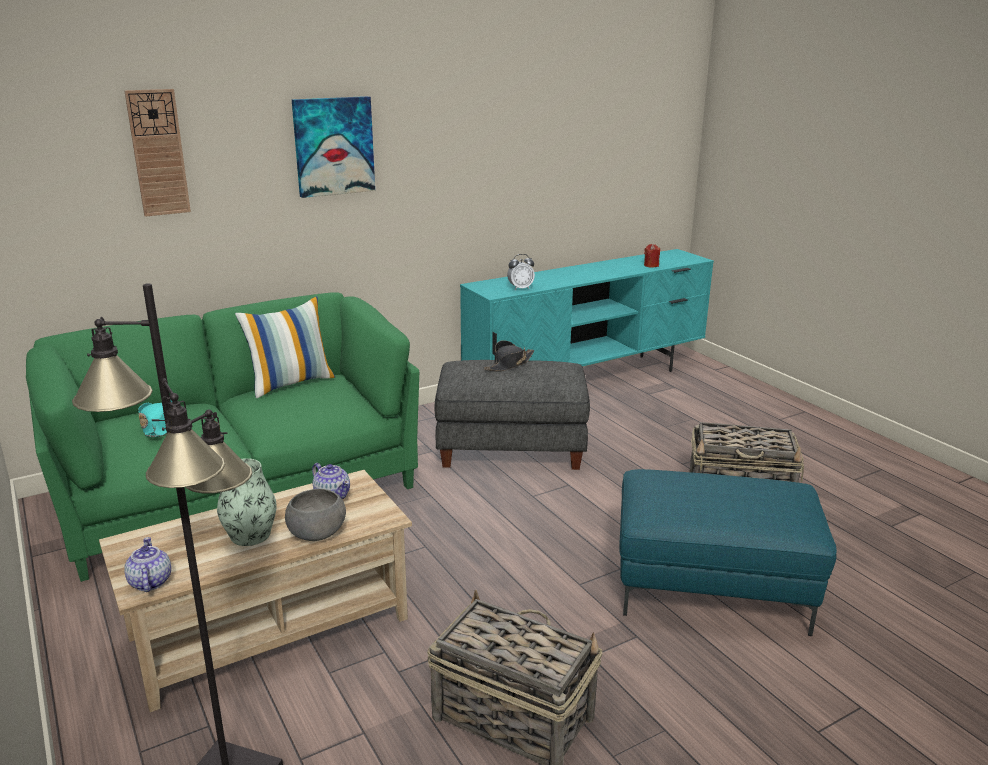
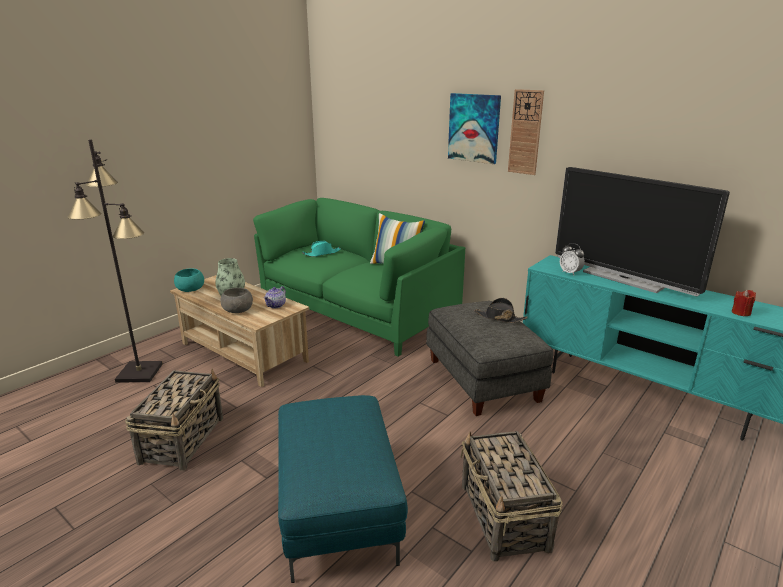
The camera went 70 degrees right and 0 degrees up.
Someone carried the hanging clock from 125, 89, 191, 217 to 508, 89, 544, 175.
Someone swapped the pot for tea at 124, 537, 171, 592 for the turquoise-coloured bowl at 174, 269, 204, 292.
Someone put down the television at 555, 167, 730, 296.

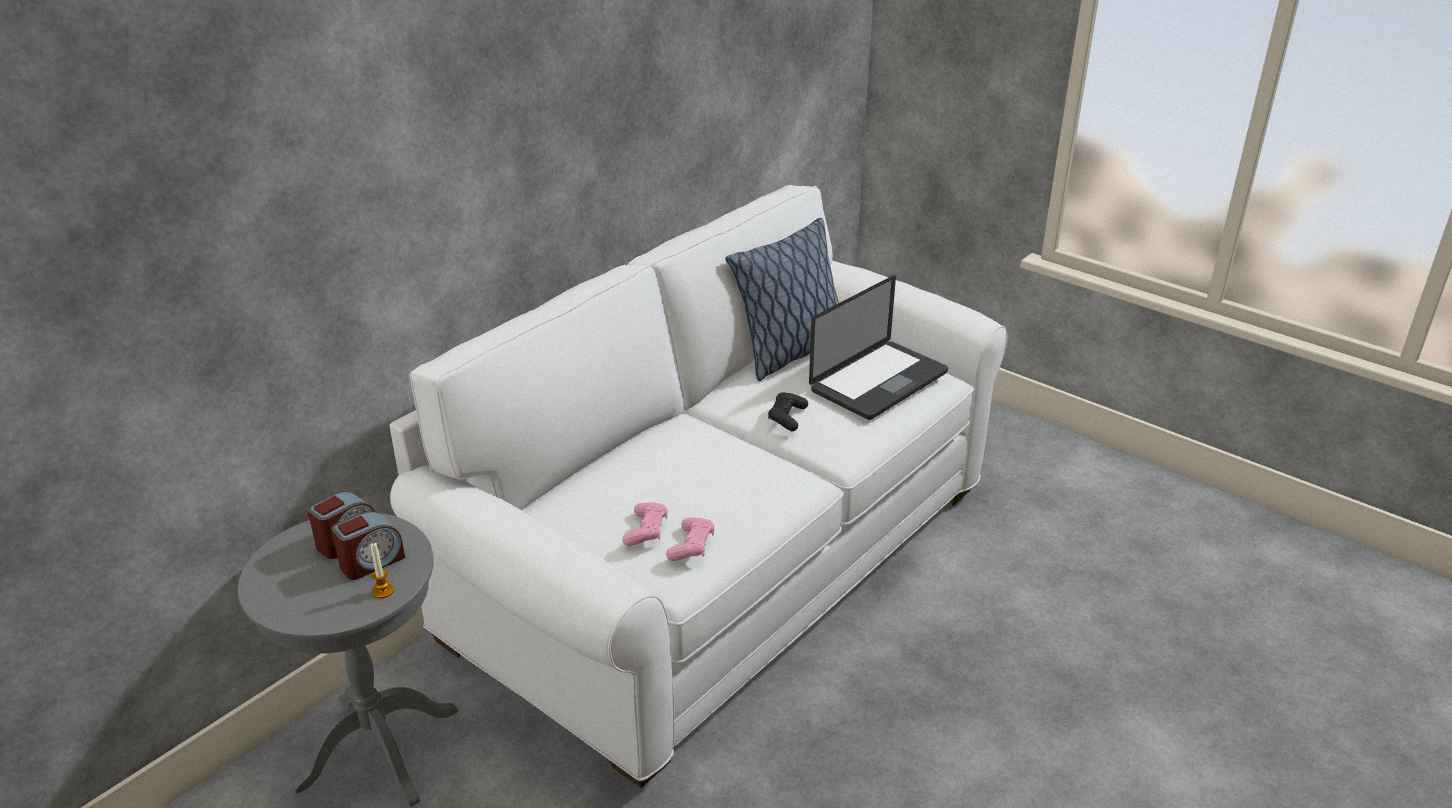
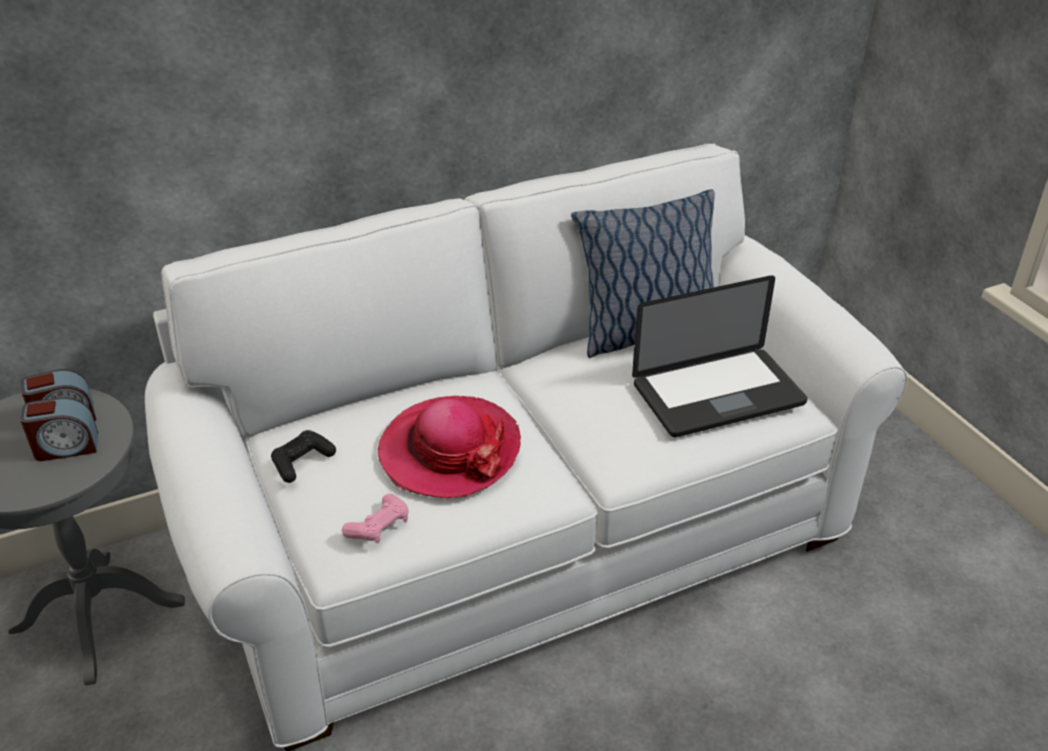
The camera went 25 degrees right and 5 degrees up.
Someone carried the black-coloured joypad from 768, 392, 808, 431 to 271, 430, 336, 483.
Someone took away the pinkish joypad at 622, 502, 668, 546.
Someone took away the wax candle at 371, 543, 394, 598.
Someone put down the wearable hat at 378, 396, 521, 498.

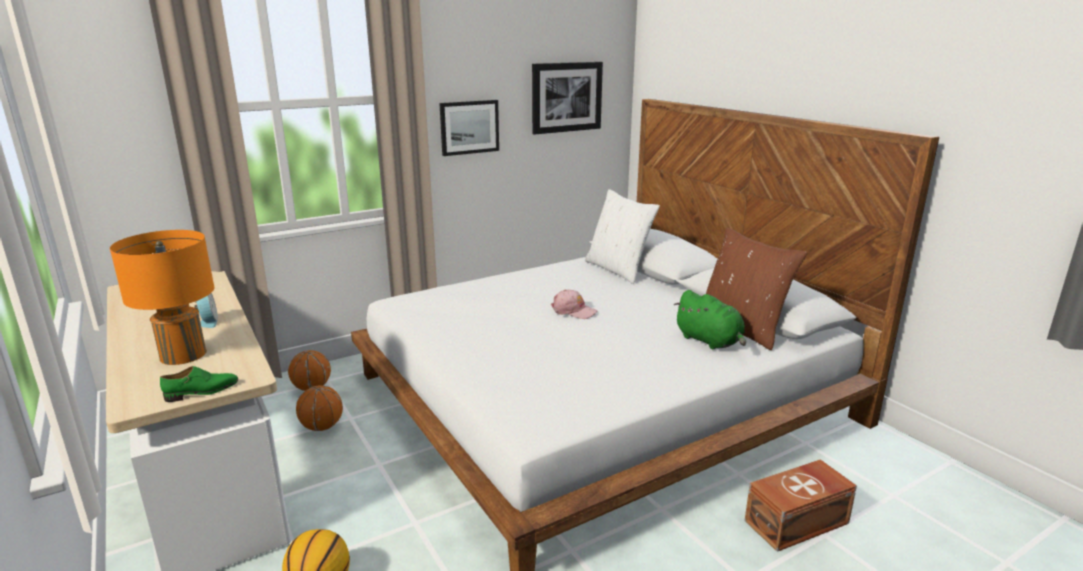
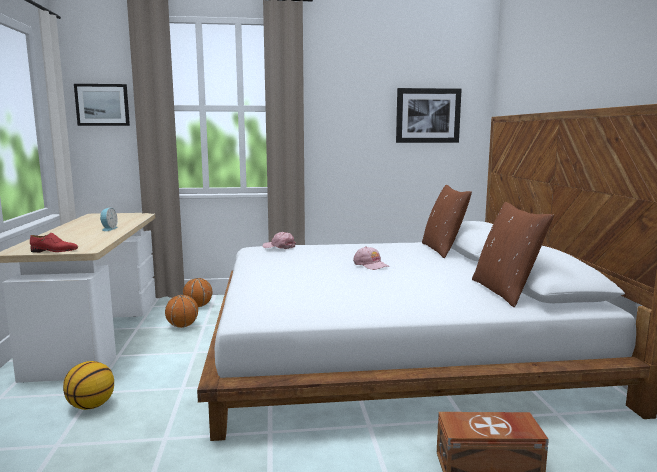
The camera went 25 degrees right and 10 degrees down.
Someone carried the wall picture from 439, 100, 499, 156 to 74, 84, 130, 126.
Someone repainted the whitish throw pillow at 585, 189, 660, 284, which became the brownish throw pillow at 422, 185, 472, 258.
Someone took away the orange-coloured tabletop lamp at 110, 230, 214, 365.
Someone took away the greenish soft toy at 674, 290, 746, 349.
Someone repainted the greenish item of footwear at 160, 366, 238, 402, which became the reddish item of footwear at 30, 233, 78, 253.
Someone put down the pinkish peaked cap at 263, 232, 296, 249.

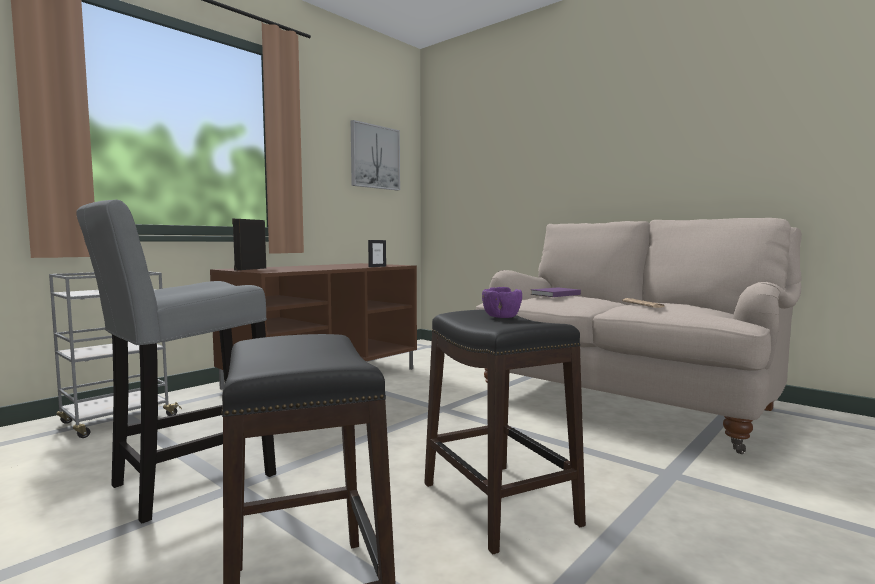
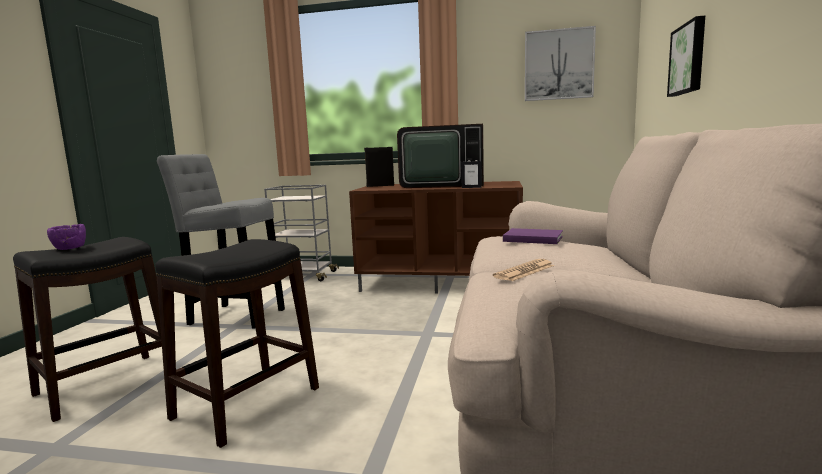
The camera went 60 degrees right and 5 degrees up.
Someone carried the purplish bowl from 482, 287, 522, 318 to 47, 224, 86, 250.
Someone put up the wall picture at 667, 16, 705, 97.
Someone put down the television at 397, 124, 484, 188.

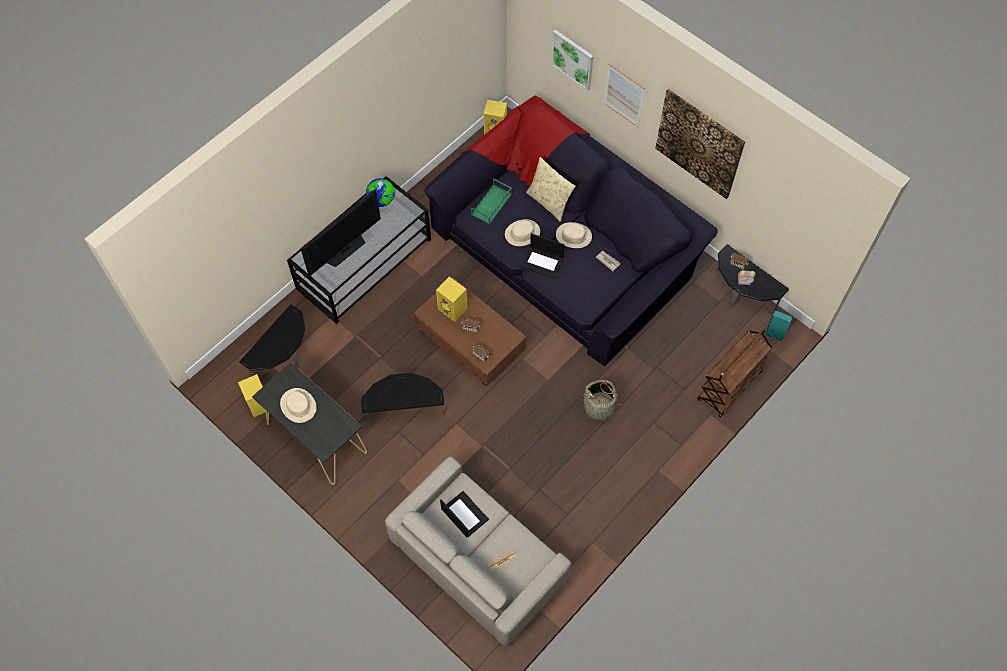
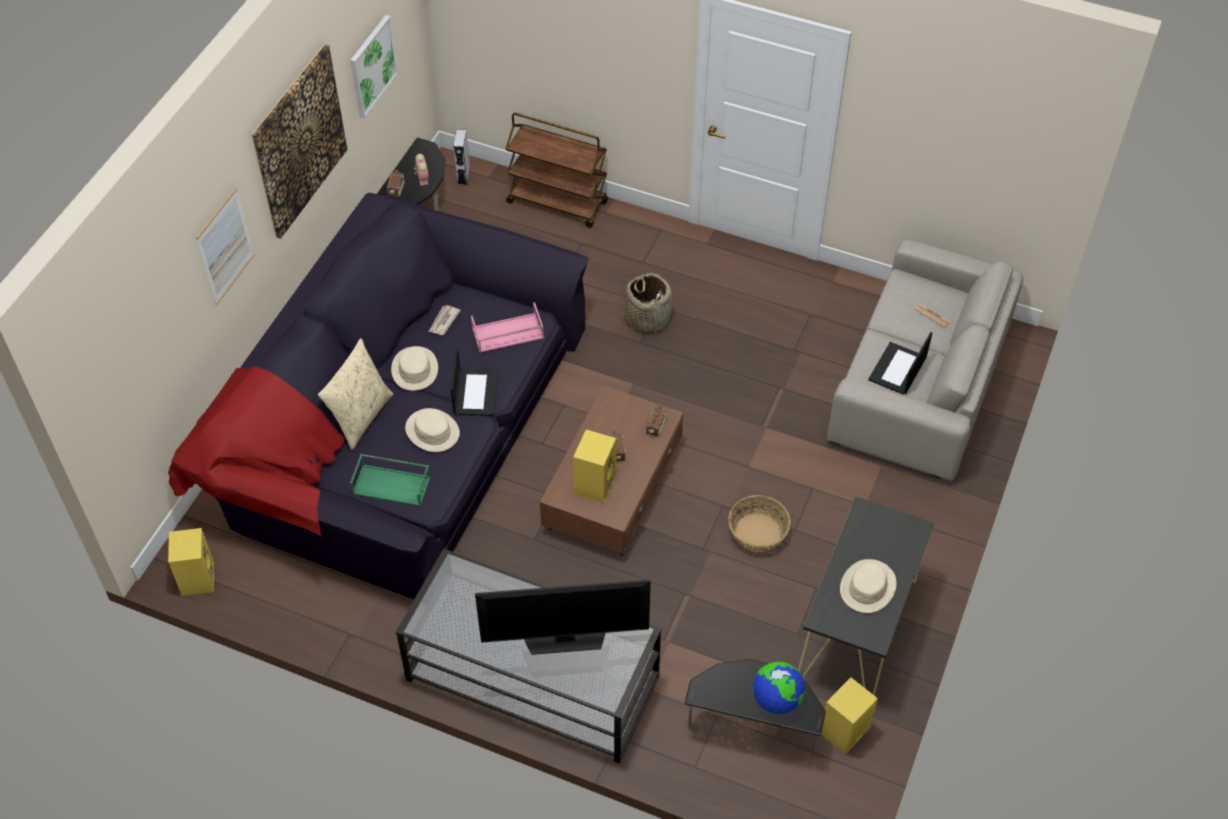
The camera went 110 degrees left and 10 degrees down.
Someone carried the wall picture from 551, 30, 593, 91 to 350, 15, 398, 118.
Someone carried the desk globe from 366, 178, 395, 207 to 753, 662, 805, 714.
Someone rotated the television at 300, 189, 381, 277 by 150 degrees clockwise.
Someone repainted the turquoise-coloured speaker at 765, 310, 793, 341, which became the gray speaker at 453, 129, 470, 185.
Someone swapped the end table at 361, 373, 444, 424 for the storage basket at 728, 495, 791, 552.
Someone put down the pinkish tray at 471, 302, 544, 353.

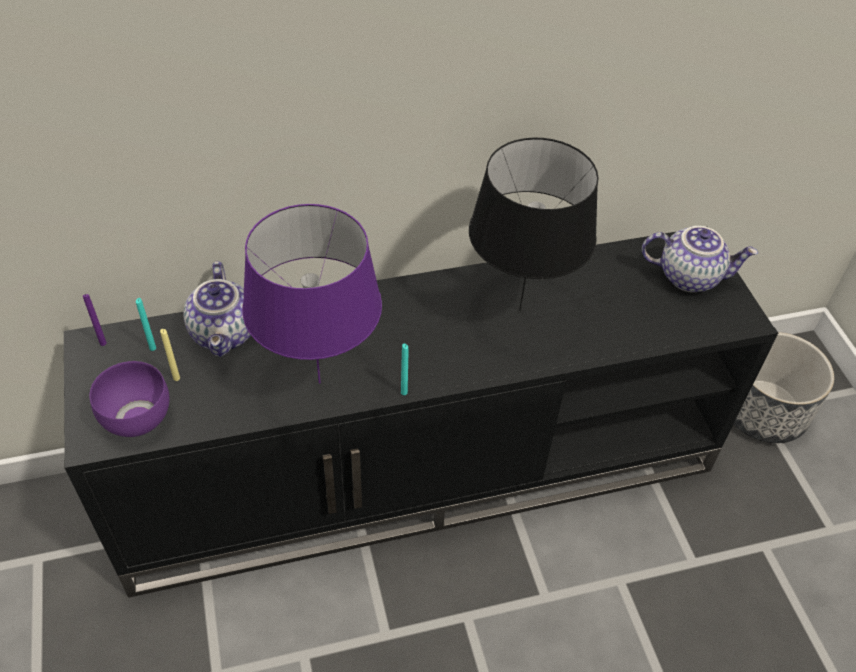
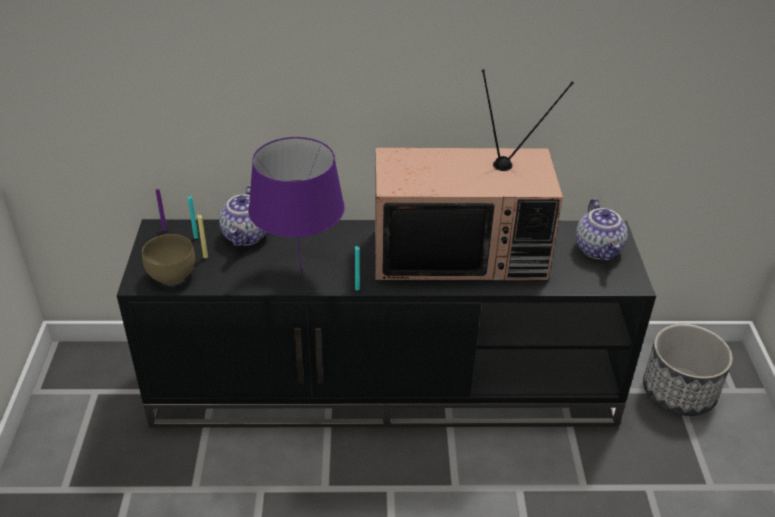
The camera went 15 degrees right and 10 degrees down.
Someone swapped the black-coloured tabletop lamp at 469, 138, 598, 311 for the television at 375, 69, 574, 281.
Someone rotated the pot for tea at 642, 226, 758, 292 by 60 degrees clockwise.
Someone repainted the purplish bowl at 89, 361, 170, 437, which became the brownish bowl at 142, 234, 195, 284.

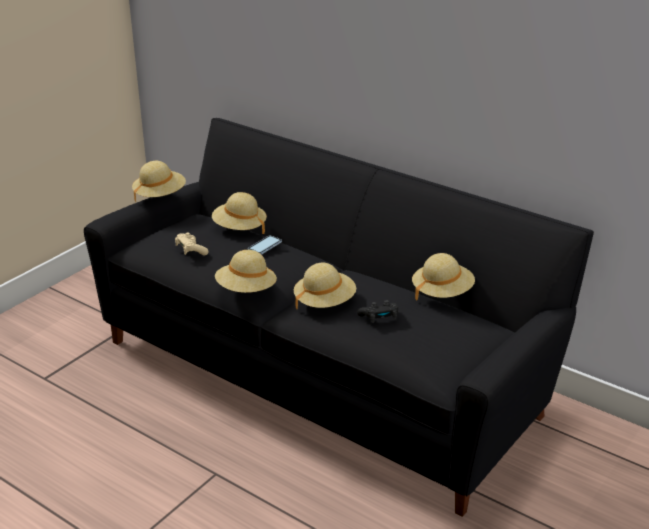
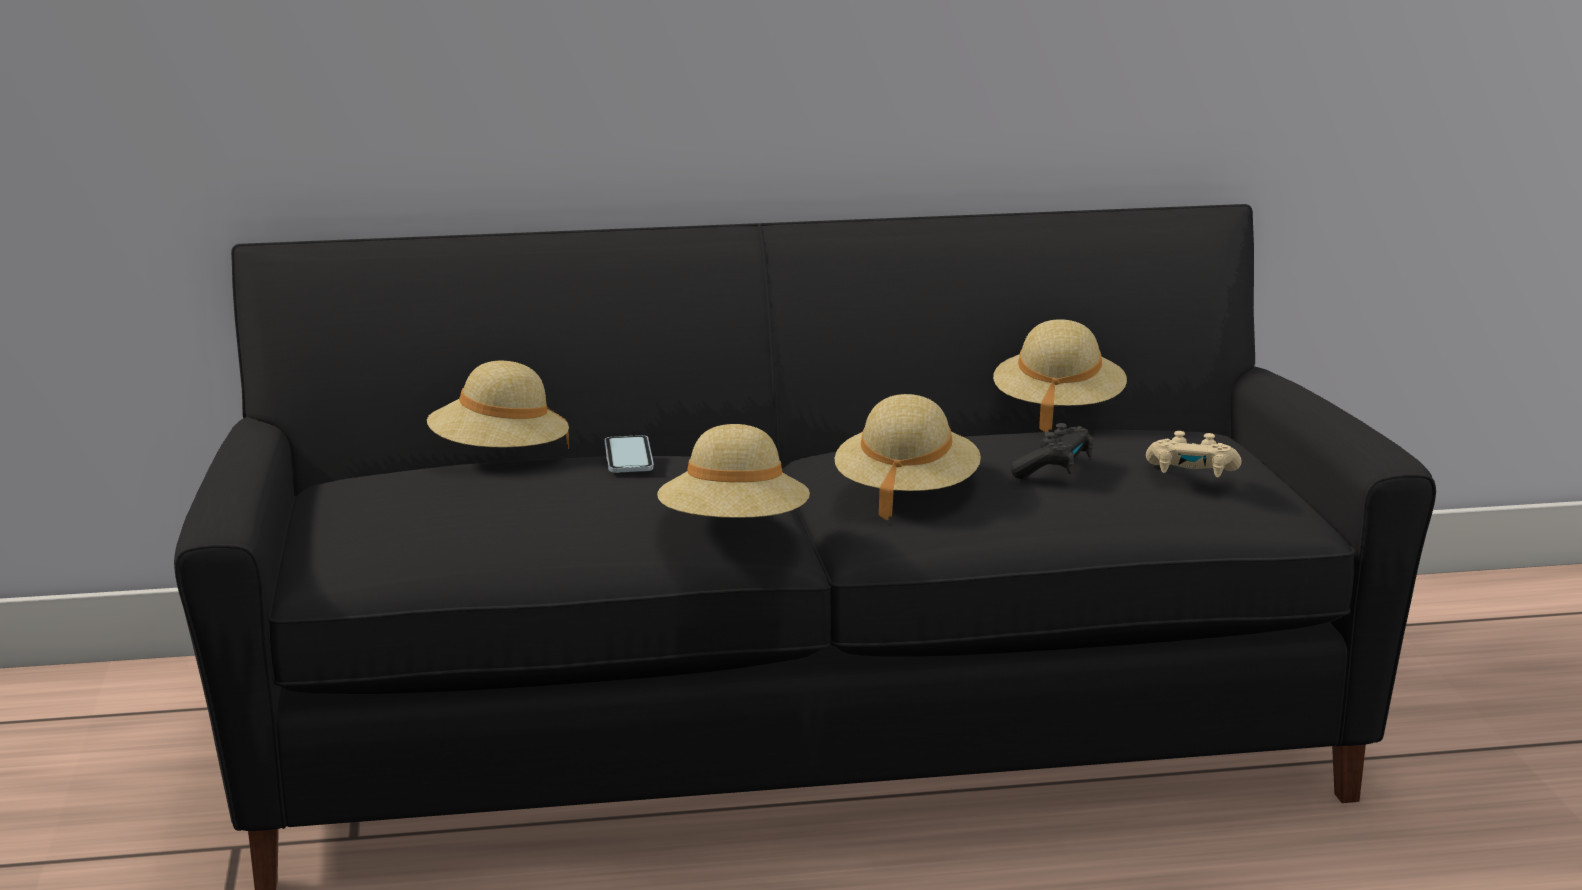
The camera went 45 degrees left and 10 degrees down.
Someone took away the beige-coloured wearable hat at 132, 161, 186, 202.
Someone carried the beige-coloured joypad from 175, 232, 209, 256 to 1146, 431, 1242, 477.

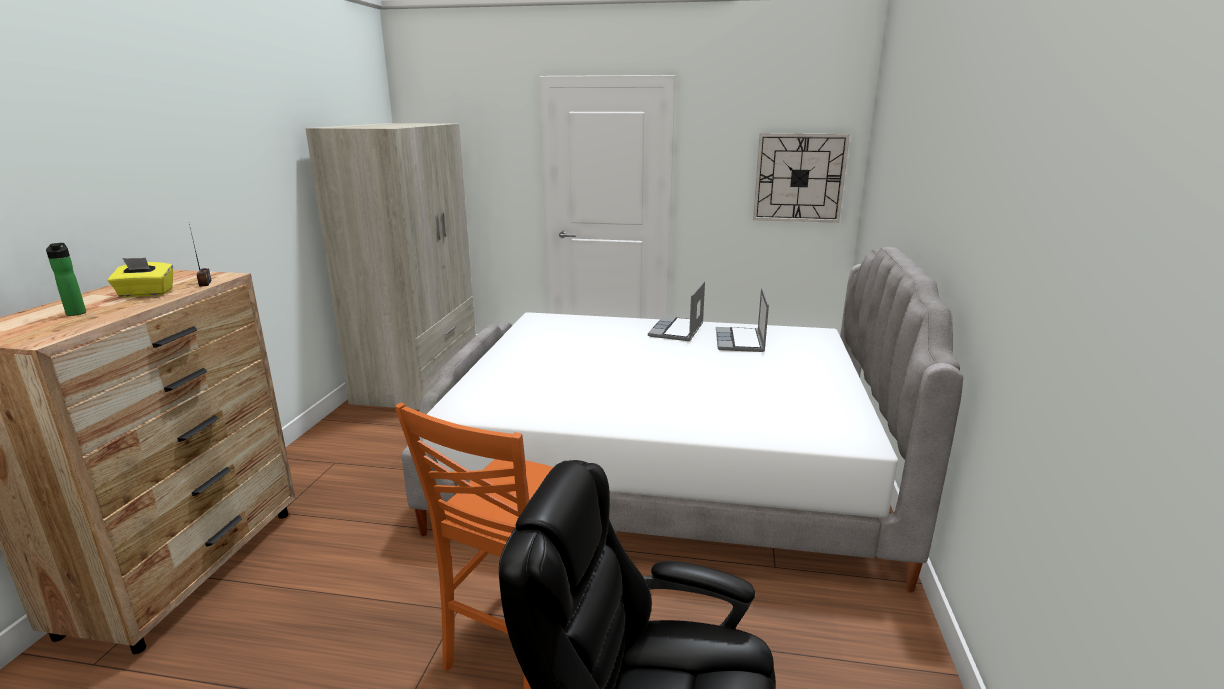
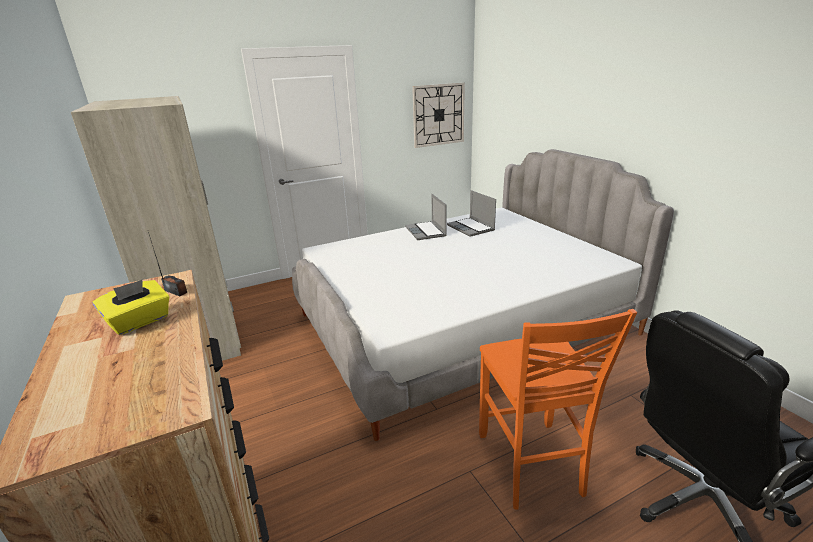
The camera went 35 degrees left and 5 degrees up.
Someone took away the beverage bottle at 46, 243, 86, 316.

